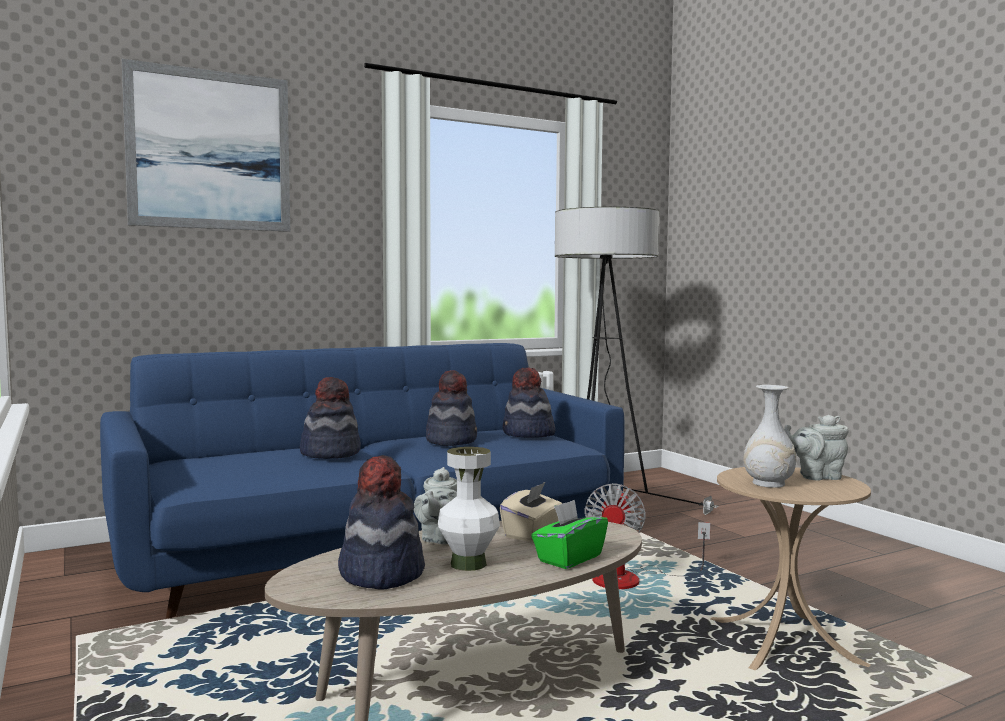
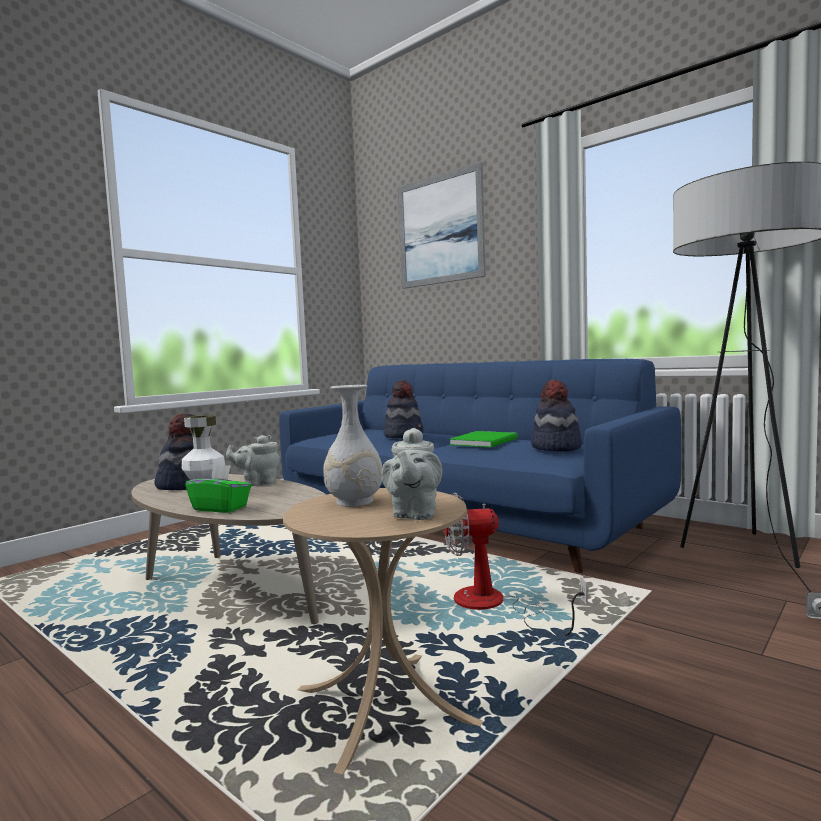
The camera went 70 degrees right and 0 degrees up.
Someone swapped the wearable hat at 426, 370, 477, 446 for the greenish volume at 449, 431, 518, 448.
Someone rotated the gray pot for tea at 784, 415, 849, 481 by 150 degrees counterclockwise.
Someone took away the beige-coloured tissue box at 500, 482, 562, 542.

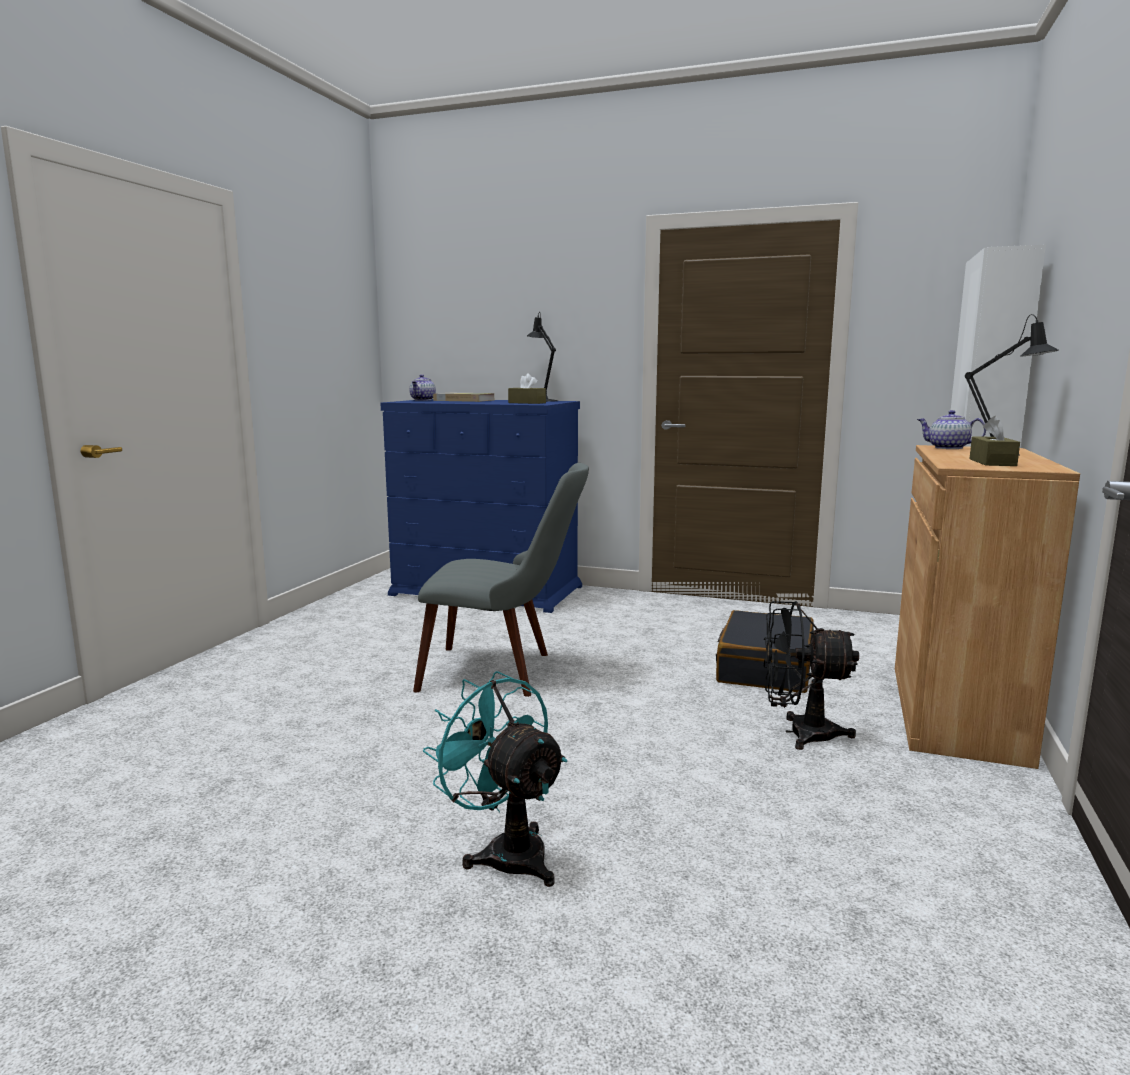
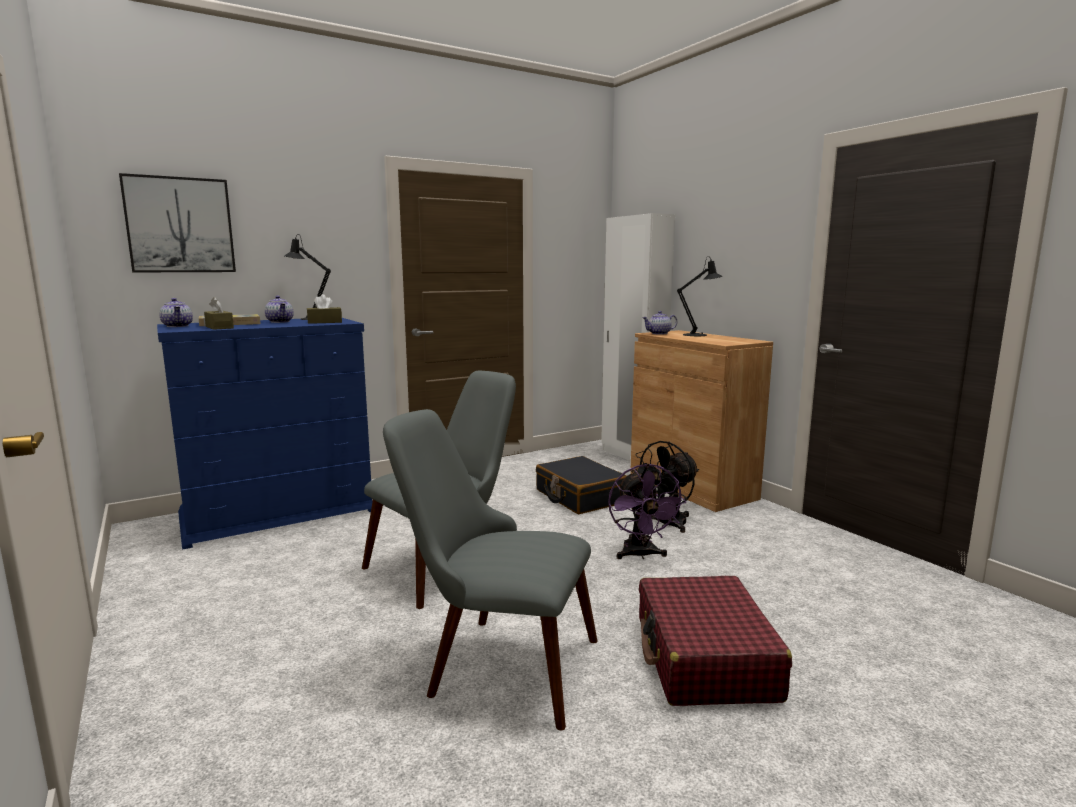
The camera went 50 degrees left and 0 degrees up.
Someone carried the brownish tissue box from 969, 416, 1020, 466 to 204, 297, 234, 330.
Someone swapped the turquoise-coloured fan at 423, 671, 567, 887 for the reddish suitcase at 639, 576, 792, 706.
Someone put up the wall picture at 119, 173, 236, 272.
Someone put down the pot for tea at 265, 296, 294, 323.
Someone put down the gray upright chair at 383, 409, 597, 730.
Someone put down the purplish fan at 608, 463, 686, 560.

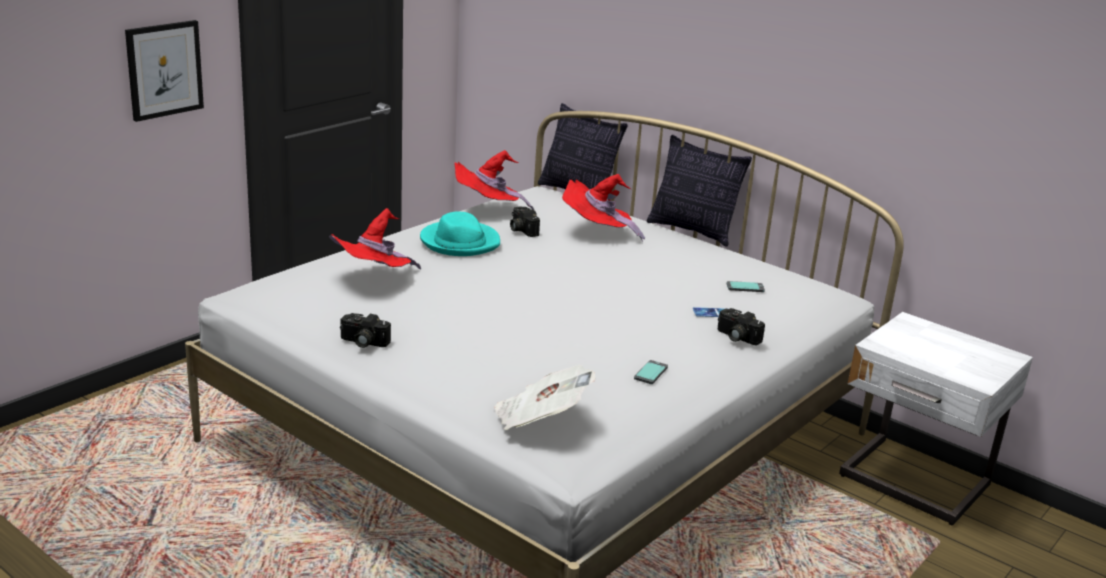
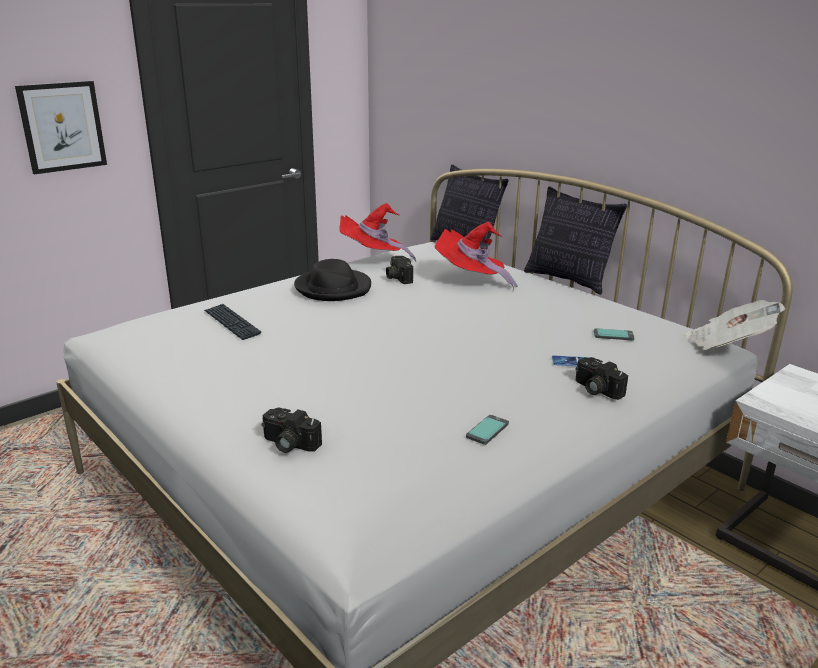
The camera went 10 degrees right and 0 degrees up.
Someone swapped the reddish wearable hat at 329, 208, 421, 269 for the keyboard at 204, 304, 261, 340.
Someone repainted the turquoise-coloured wearable hat at 420, 211, 500, 256, which became the black-coloured wearable hat at 294, 259, 371, 301.
Someone carried the still camera from 340, 313, 391, 348 to 262, 408, 322, 453.
Someone carried the printed paper from 494, 365, 596, 430 to 685, 300, 785, 350.

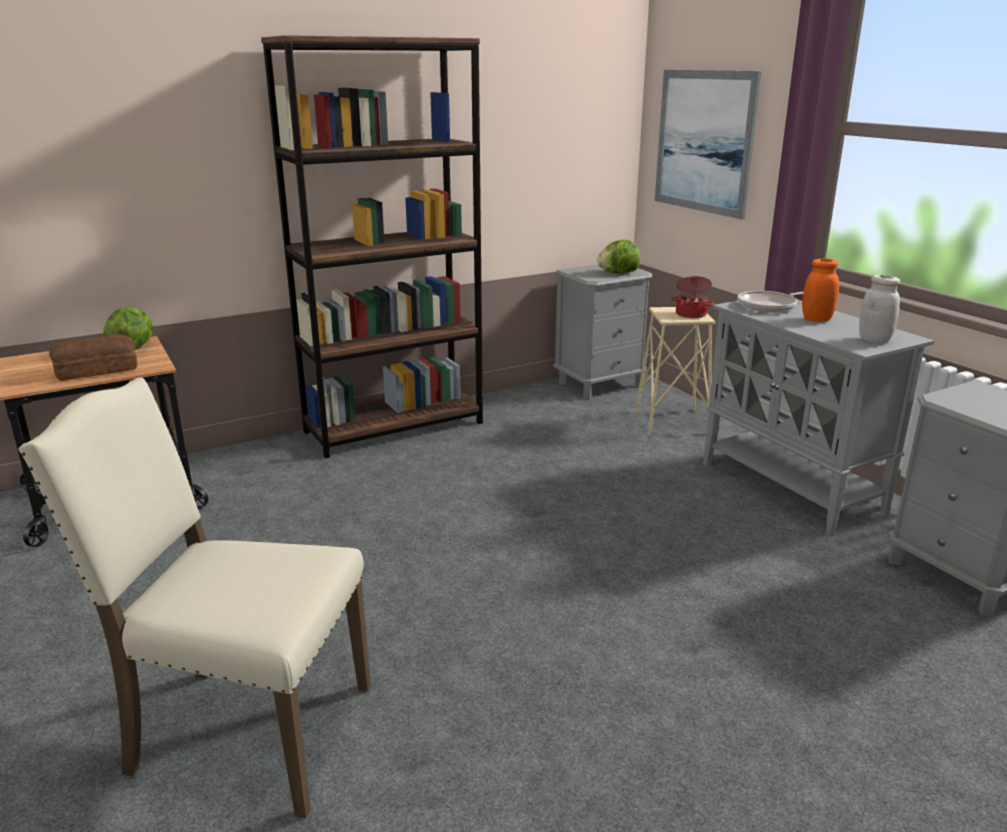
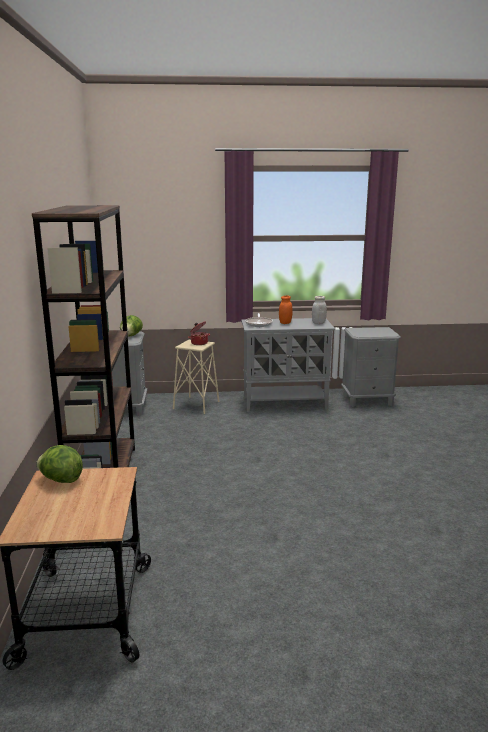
The camera went 65 degrees left and 5 degrees down.
Someone took away the wall picture at 655, 70, 761, 219.
Someone took away the bread at 49, 334, 137, 381.
Someone took away the beige-coloured upright chair at 19, 378, 371, 818.

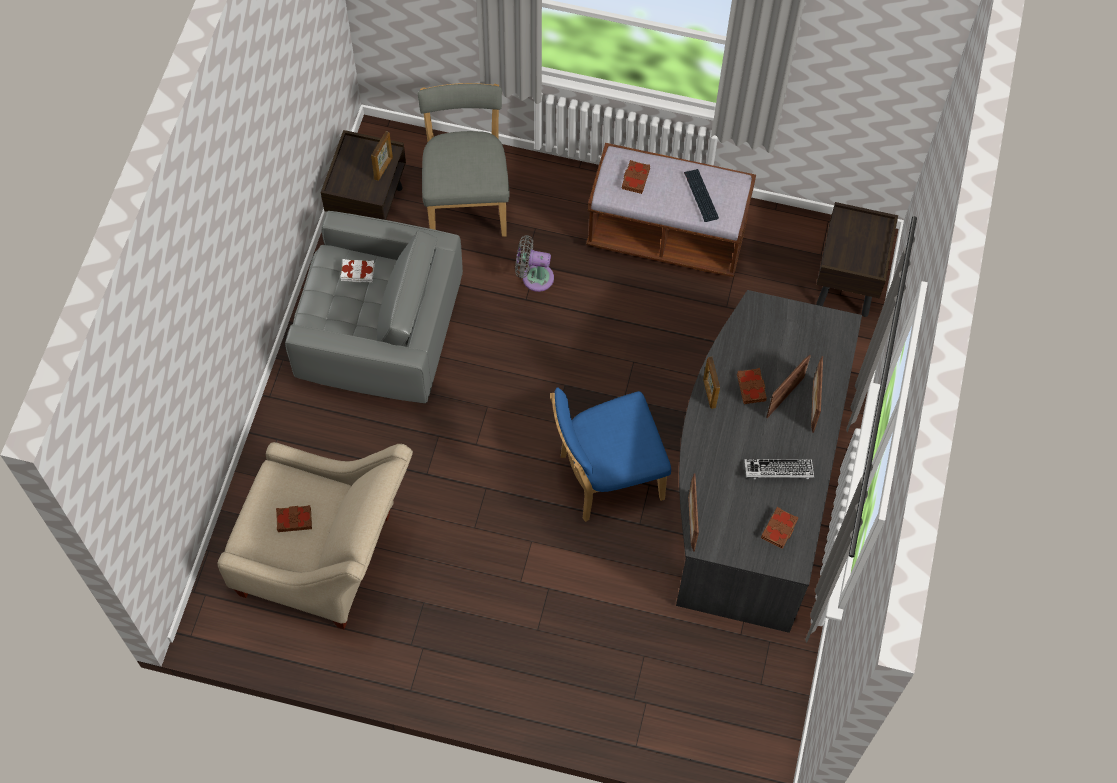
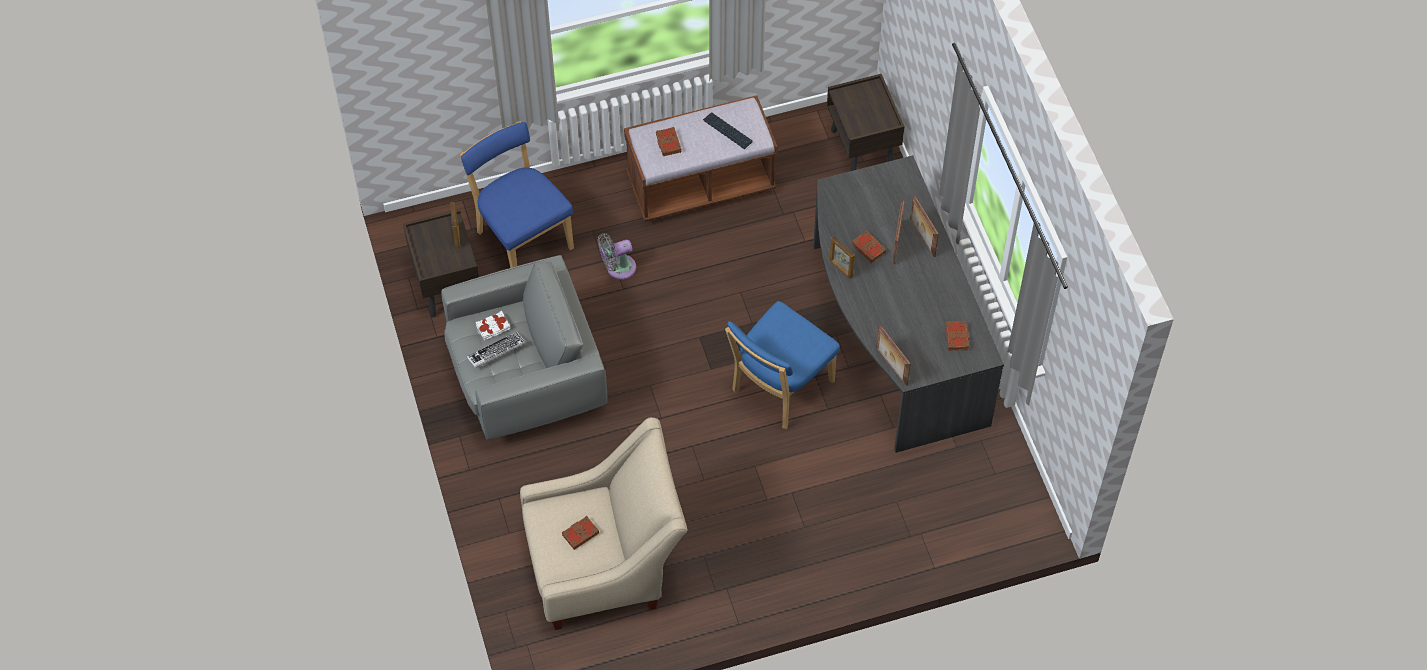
The camera went 30 degrees left and 5 degrees down.
Someone repainted the gray upright chair at 418, 83, 510, 237, which became the bluish upright chair at 460, 121, 574, 268.
Someone carried the keyboard from 744, 459, 814, 479 to 467, 332, 526, 368.

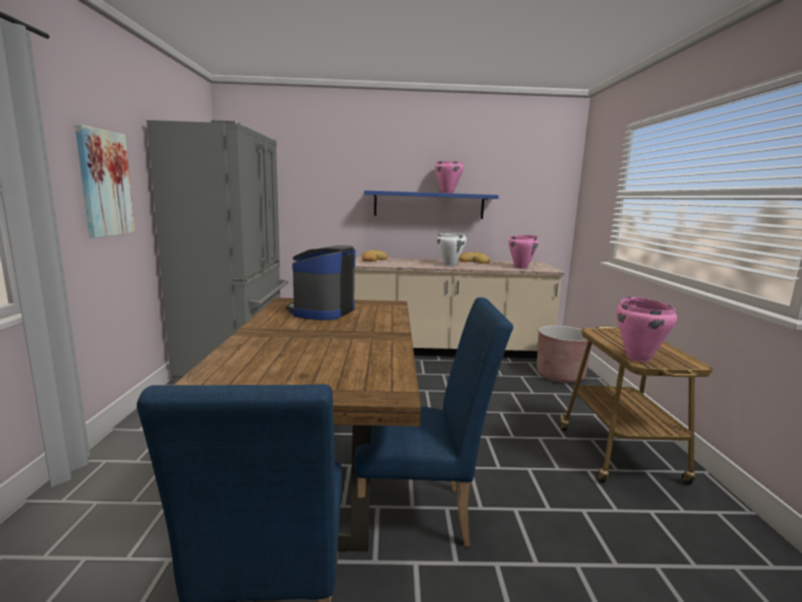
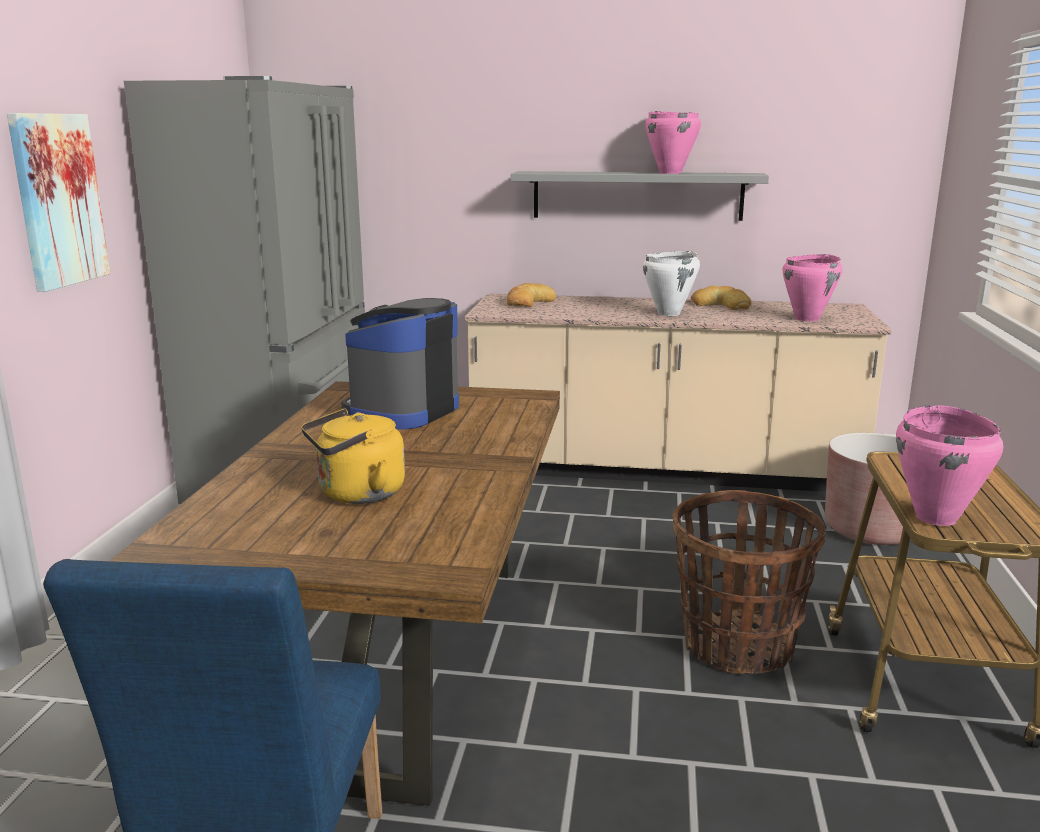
The camera went 10 degrees right and 5 degrees up.
Someone repainted the bluish shelf at 364, 190, 499, 219, which became the gray shelf at 511, 171, 769, 221.
Someone took away the bluish upright chair at 355, 297, 513, 547.
Someone put down the yellowish water kettle at 301, 409, 405, 504.
Someone put down the storage basket at 673, 490, 826, 674.

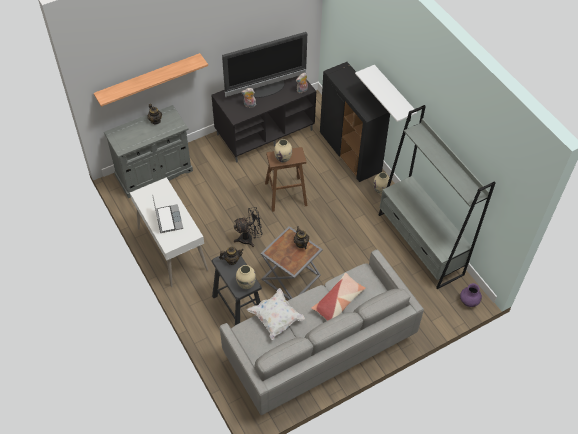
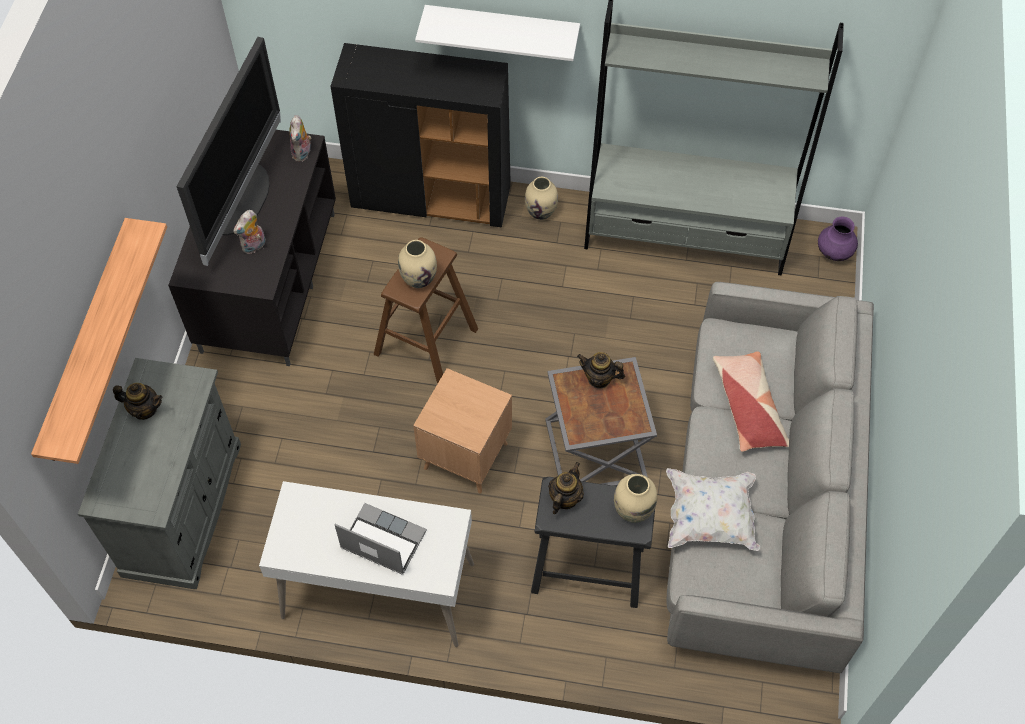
The camera went 50 degrees left and 5 degrees up.
Someone swapped the black-coloured fan at 234, 207, 262, 247 for the brownish end table at 413, 368, 512, 493.

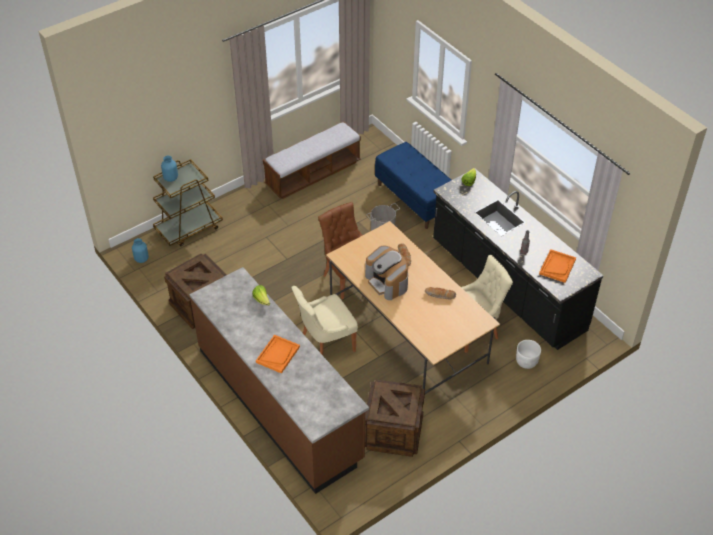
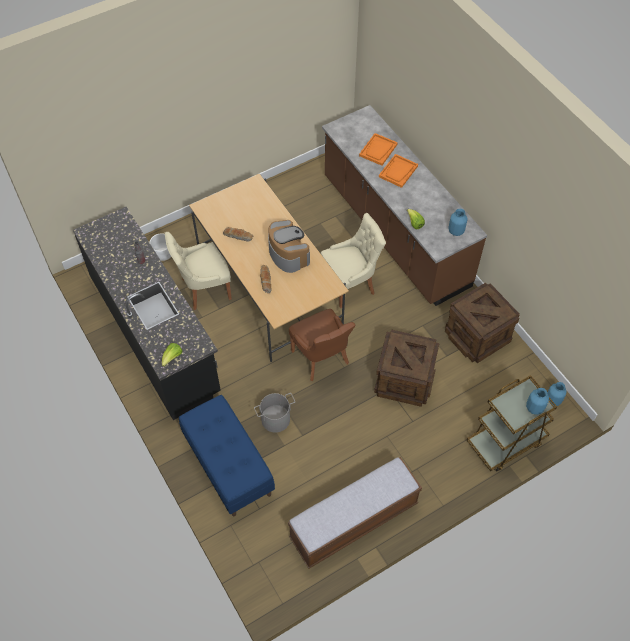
The camera went 175 degrees left and 10 degrees up.
Someone carried the orange-coloured tray from 539, 249, 576, 283 to 359, 133, 398, 166.
Someone carried the shipping crate from 365, 379, 425, 457 to 374, 329, 439, 407.
Someone put down the bluish vase at 448, 209, 468, 236.

